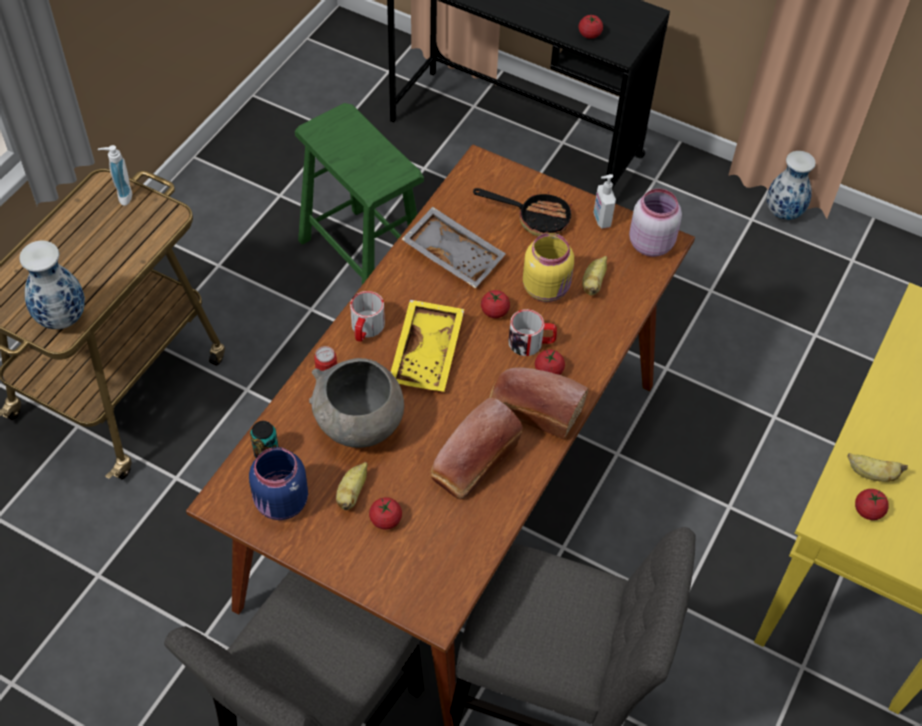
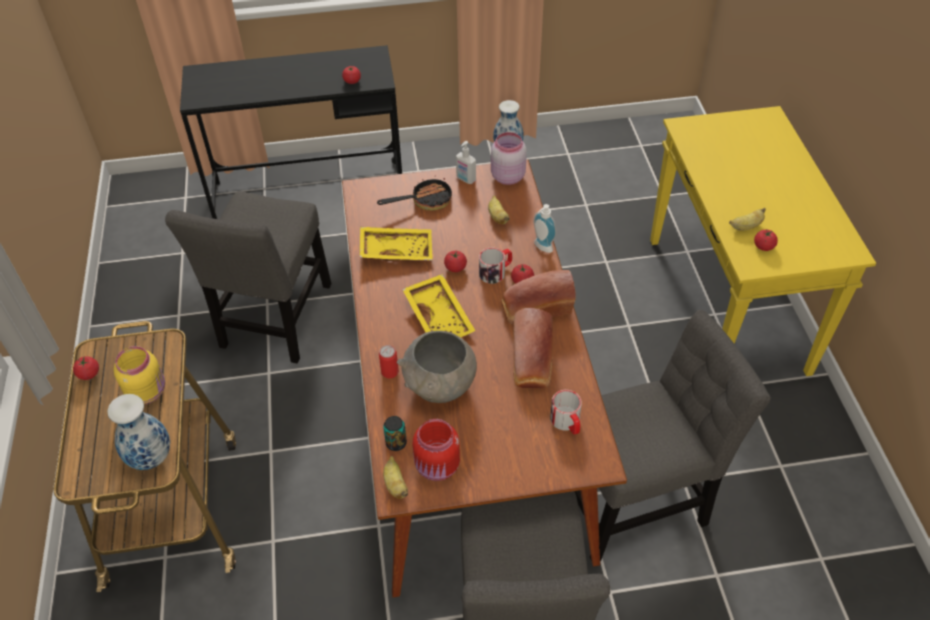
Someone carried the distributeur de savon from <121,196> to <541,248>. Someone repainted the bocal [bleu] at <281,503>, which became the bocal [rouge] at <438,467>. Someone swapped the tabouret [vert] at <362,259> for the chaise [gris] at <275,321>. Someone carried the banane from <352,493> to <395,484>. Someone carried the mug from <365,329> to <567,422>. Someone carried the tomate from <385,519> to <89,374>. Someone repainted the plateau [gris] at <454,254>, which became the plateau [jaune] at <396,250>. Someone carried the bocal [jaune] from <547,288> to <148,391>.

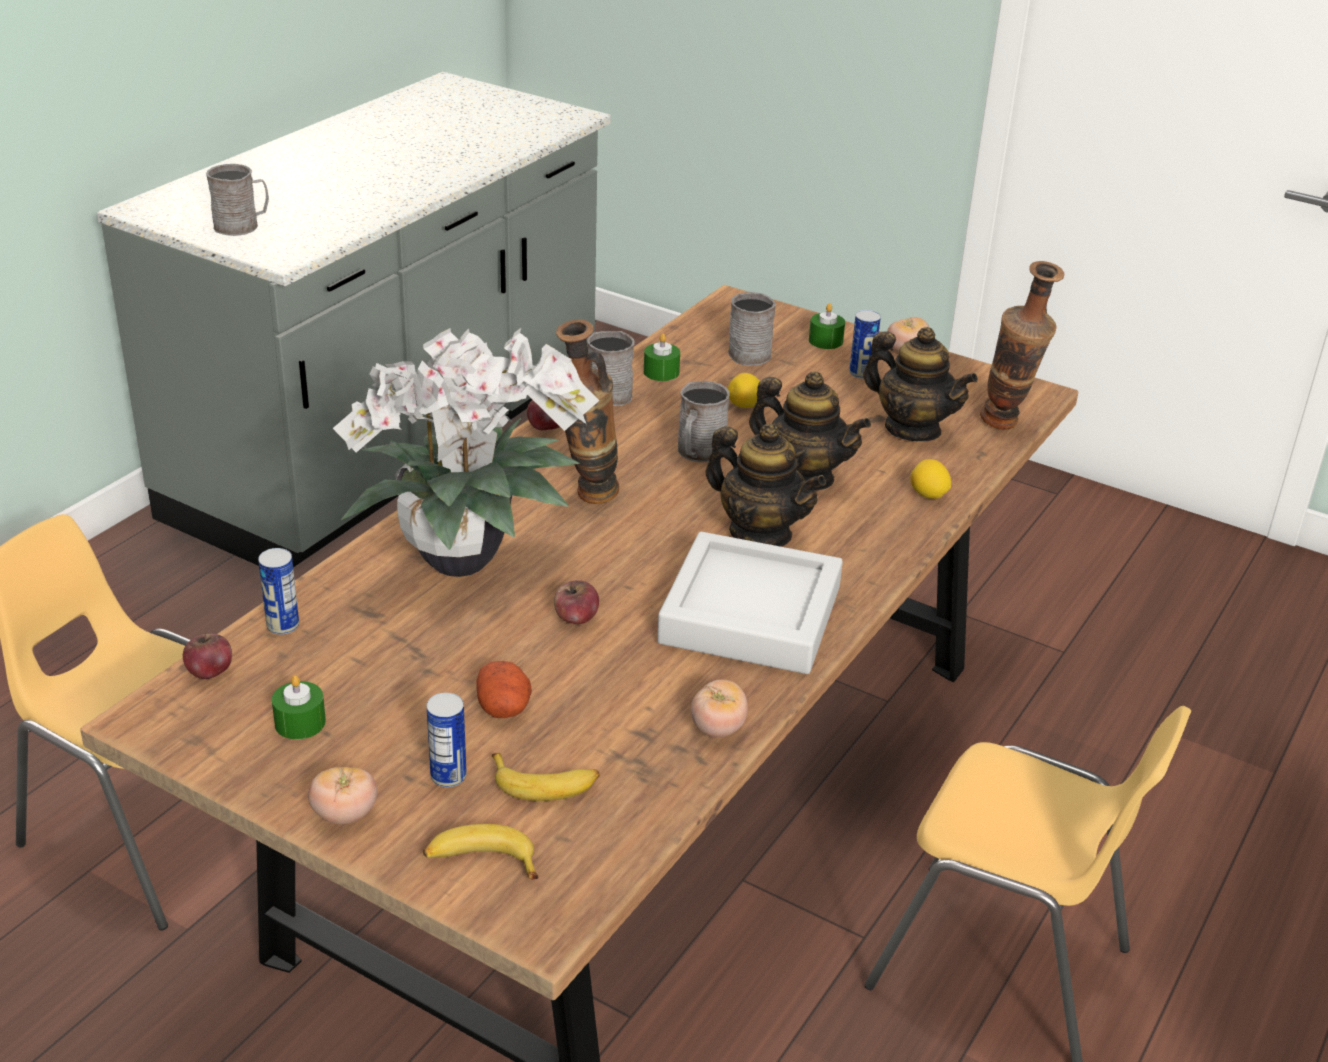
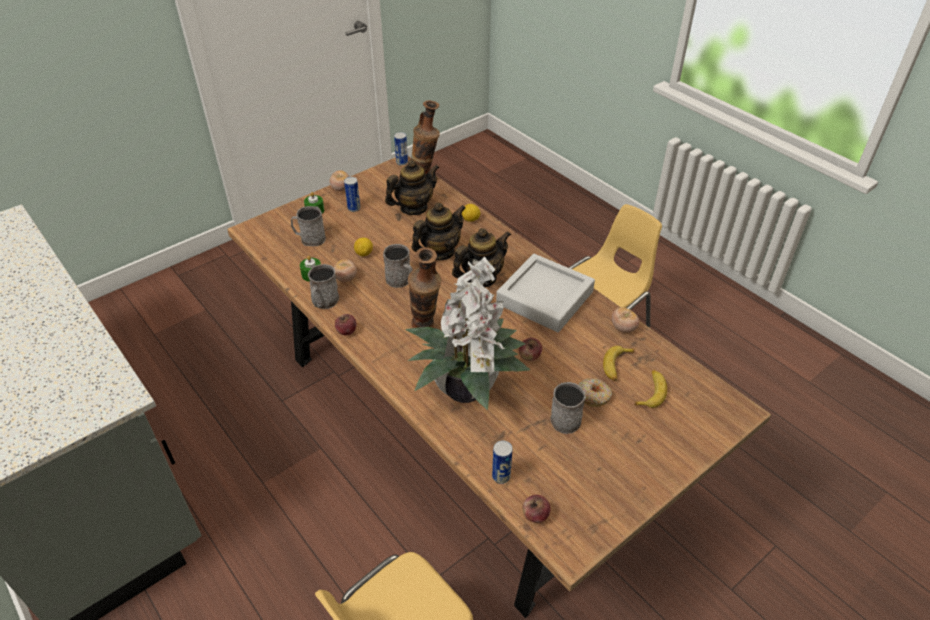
Someone carried the mug [gris] from <242,226> to <564,417>. Someone took away the bougie [vert] at <300,722>. Someone carried the tomate from <345,815> to <346,278>. Someone carried the banane from <481,861> to <617,366>. Someone carried the boîte métallique from <448,776> to <402,162>. Someone swapped the pomme de terre at <504,707> for the beignet at <593,396>.

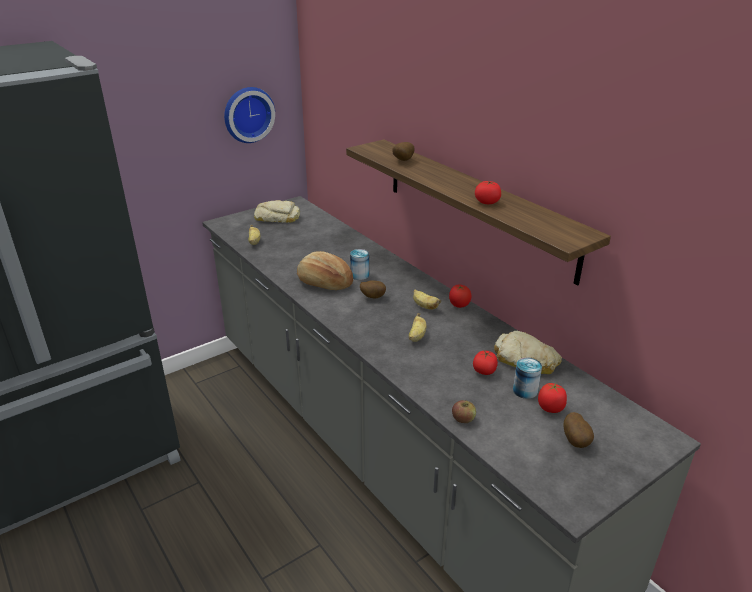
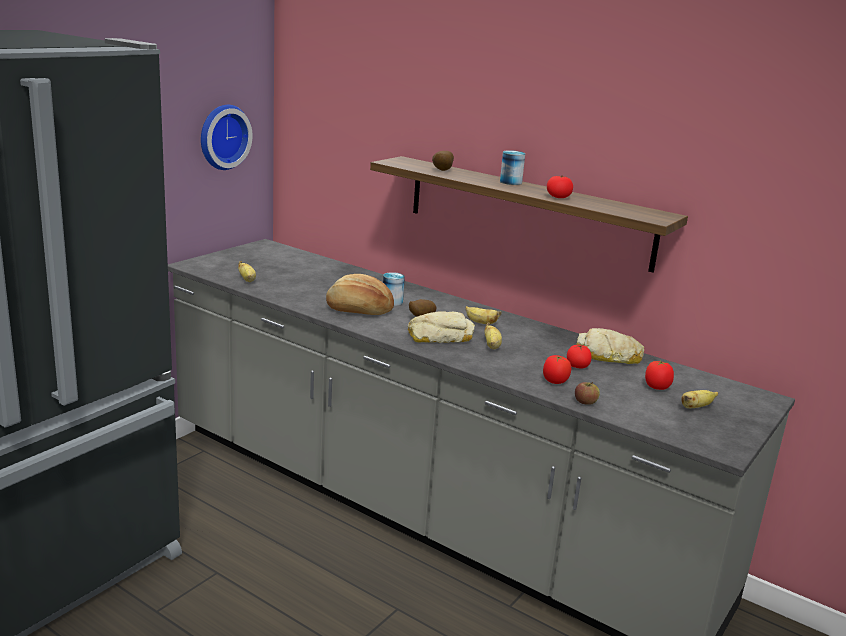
Someone carried the pain from <277,217> to <440,336>. Someone carried the tomate from <459,305> to <555,381>. Someone carried the boîte métallique from <525,390> to <510,182>. Someone swapped the pomme de terre at <576,441> for the banane at <696,407>.

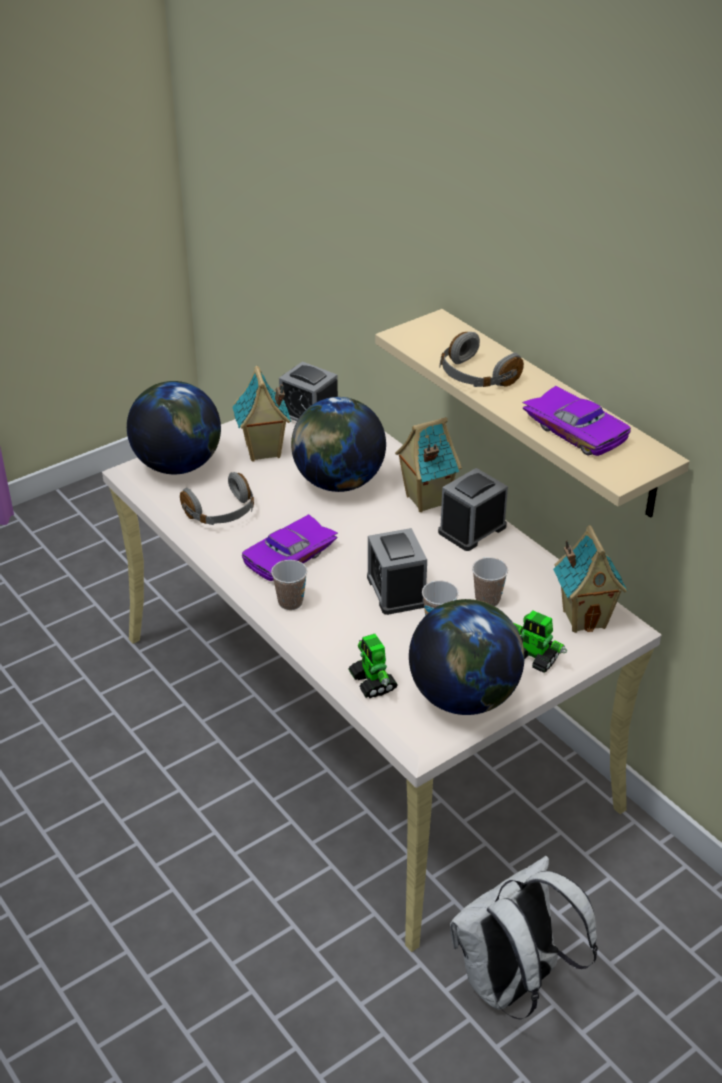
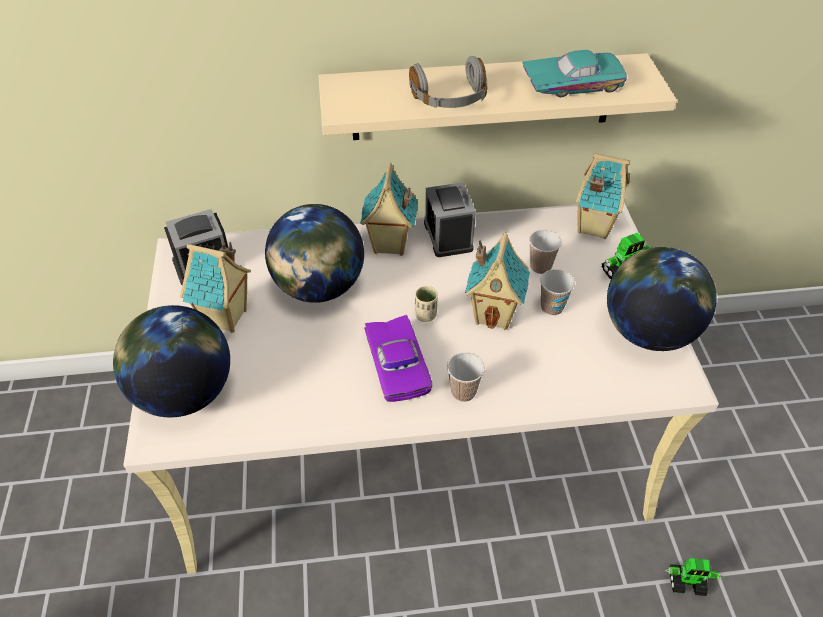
Someone took away the casque audio [gris] at <221,513>. Someone carried the robot jouet from <373,683> to <687,582>. Someone swapped the réveil at <396,591> for the maison miniature at <494,314>. Someone took away the sac à dos [blanc] at <512,984>. Someone repainted the petite voiture [violet] at <577,429>, which became the petite voiture [turquoise] at <571,82>. Someone put down the tasse [beige] at <425,315>.

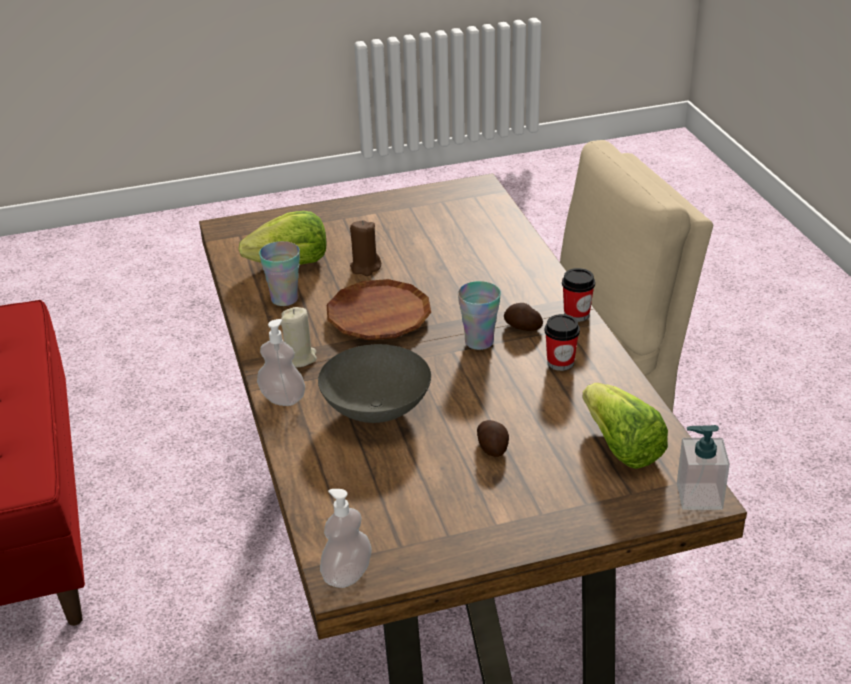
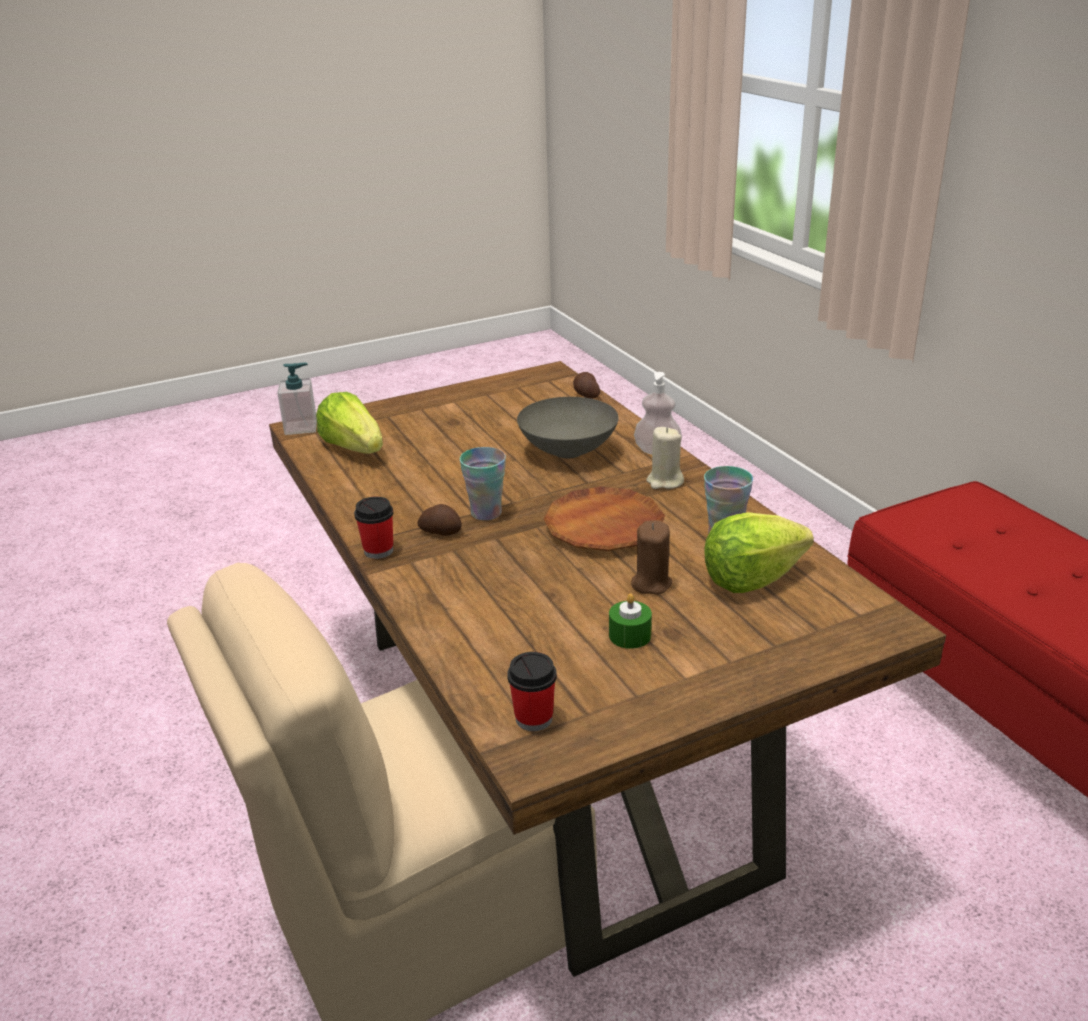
Someone took away the distributeur de savon at <347,575>. Someone carried the pomme de terre from <492,447> to <586,395>. Someone carried the tasse from <560,362> to <534,718>. Someone put down the bougie [vert] at <630,635>.

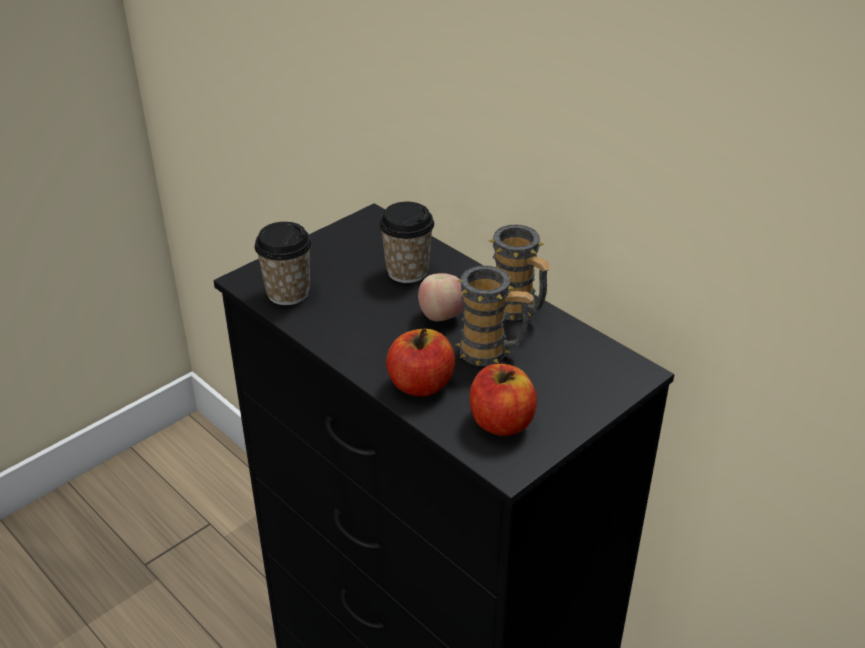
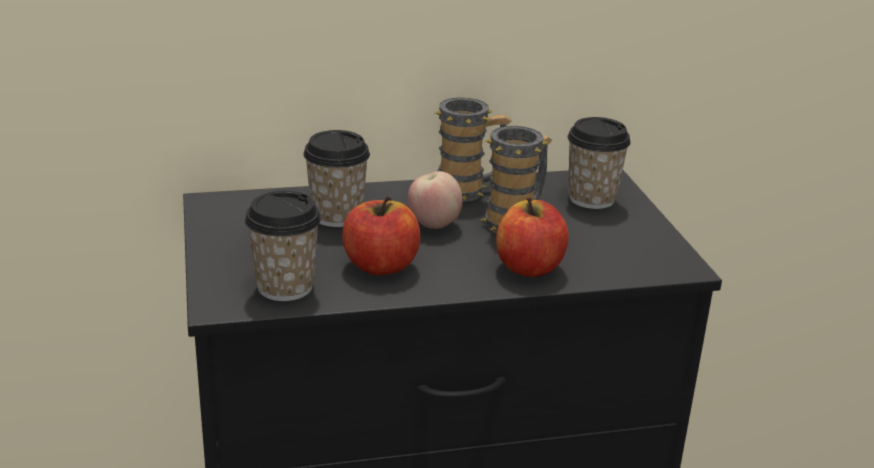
Someone carried the pomme from <501,422> to <380,266>. Someone put down the tasse at <591,198>.

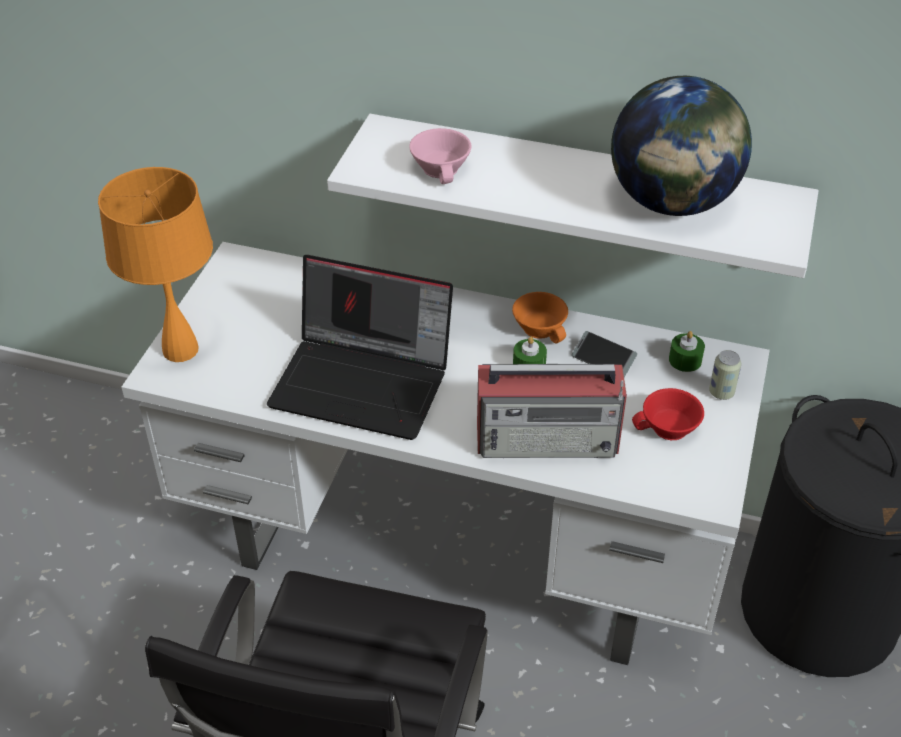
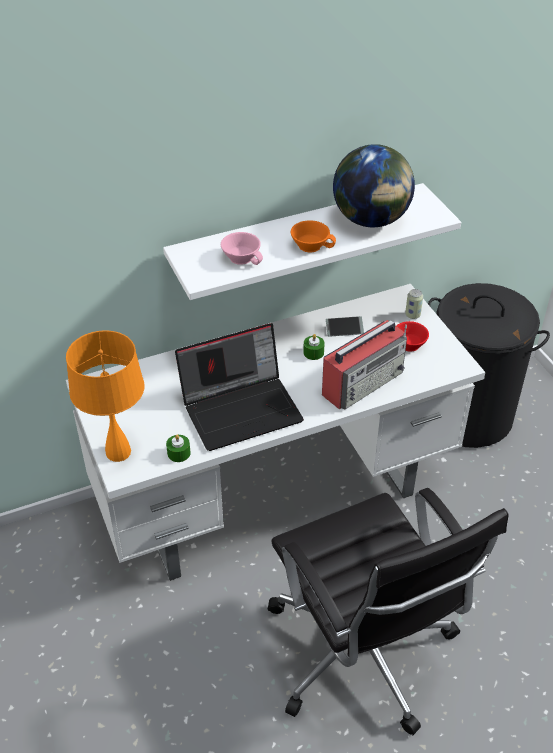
Someone carried the tasse [orange] from <542,328> to <311,245>. Someone carried the bougie [vert] from <685,360> to <179,453>.

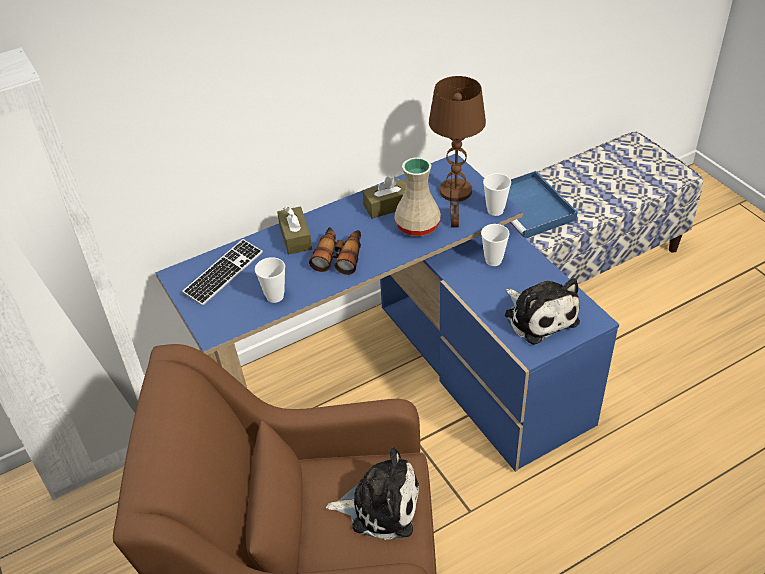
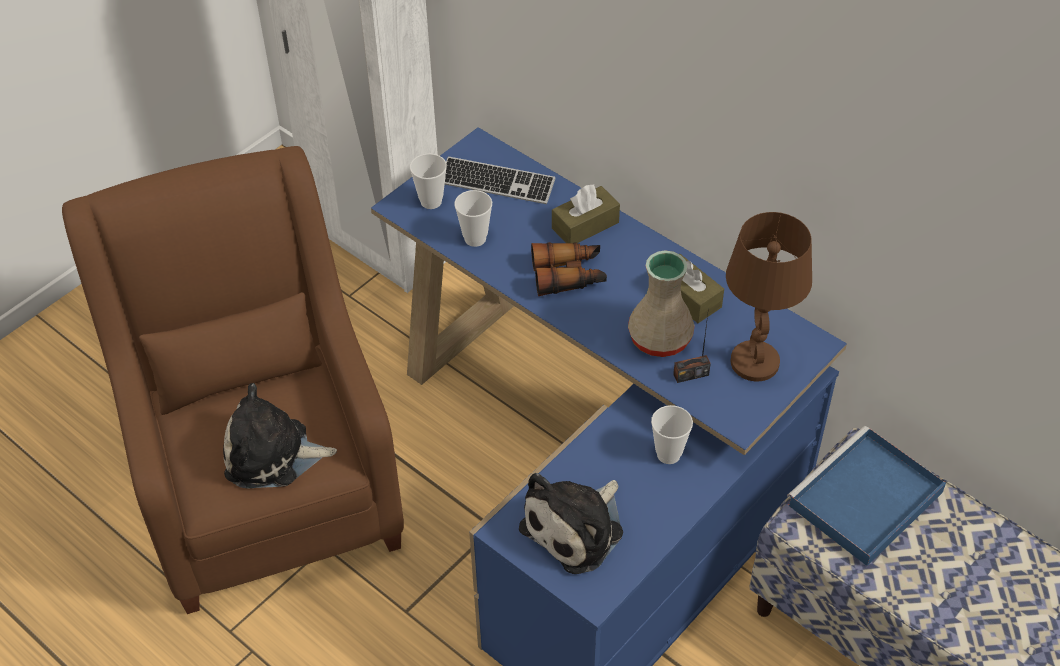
Someone rotated the peluche at <380,505> by 105 degrees clockwise. Someone carried the tasse from <495,210> to <431,201>.

